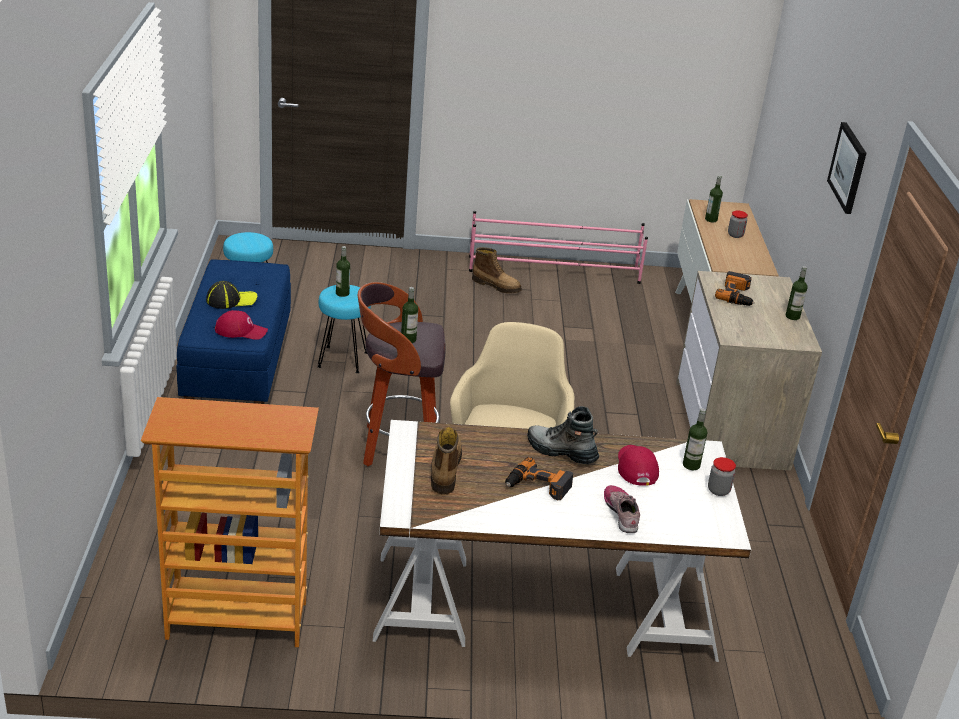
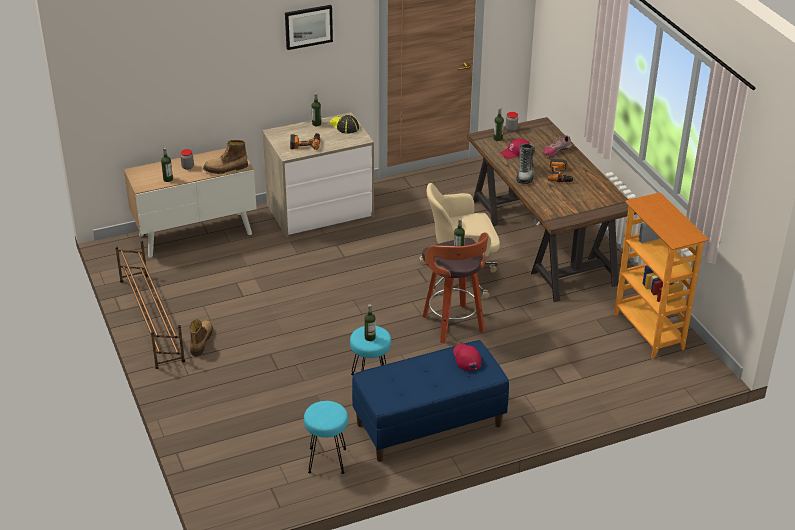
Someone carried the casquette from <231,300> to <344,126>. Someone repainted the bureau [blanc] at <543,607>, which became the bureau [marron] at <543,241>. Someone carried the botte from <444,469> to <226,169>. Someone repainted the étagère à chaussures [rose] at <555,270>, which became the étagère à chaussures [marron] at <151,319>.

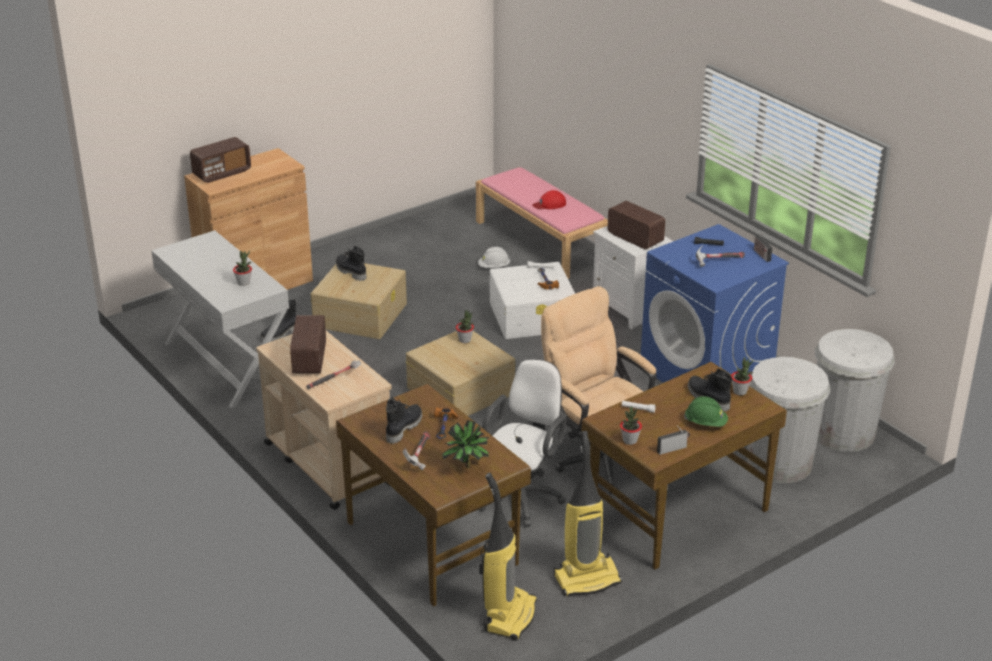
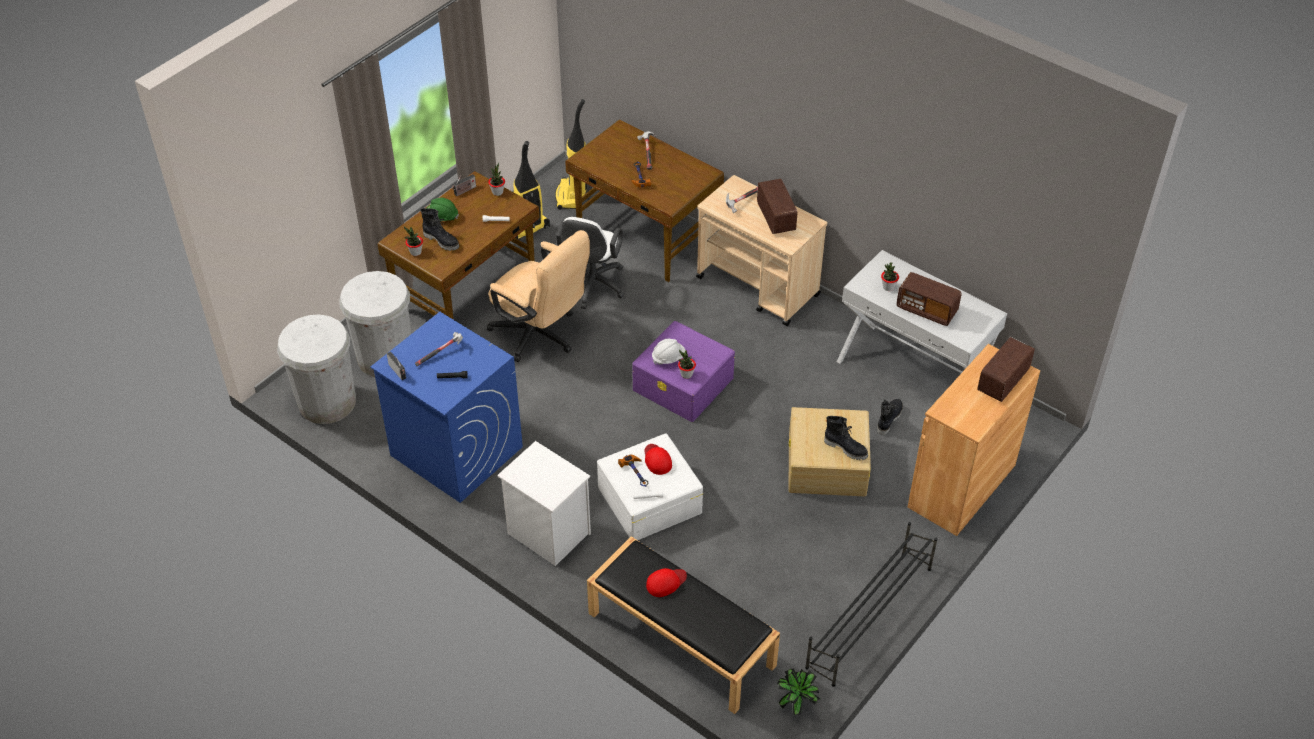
Someone took away the botte [noir] at <403,428>. Someone repainted the boîte de rangement [beige] at <460,390>, which became the boîte de rangement [violet] at <683,384>. Someone carried the plante en pot from <466,469> to <796,703>. Someone repainted the banc [rose] at <541,242>, which became the banc [noir] at <680,639>. Someone carried the casque de chantier [blanc] from <494,267> to <668,358>. Someone carried the radio from <635,238> to <926,310>. Someone put down the casquette [rouge] at <657,460>. Someone put down the étagère à chaussures [noir] at <868,617>.

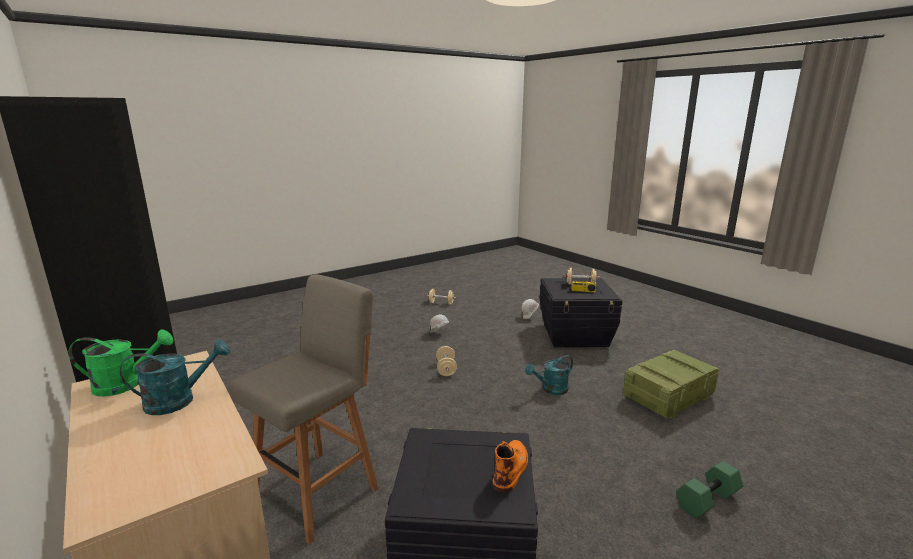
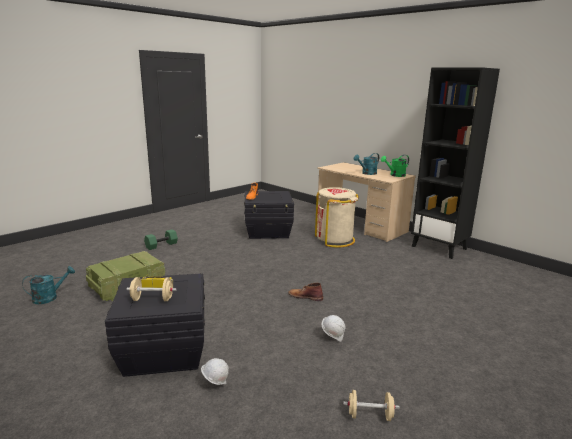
Someone swapped the tabouret [gris] at <319,490> for the poubelle [beige] at <335,240>. Someone swapped the haltère [beige] at <446,369> for the botte [marron] at <305,296>. Someone carried the arrosoir [turquoise] from <551,390> to <49,297>.

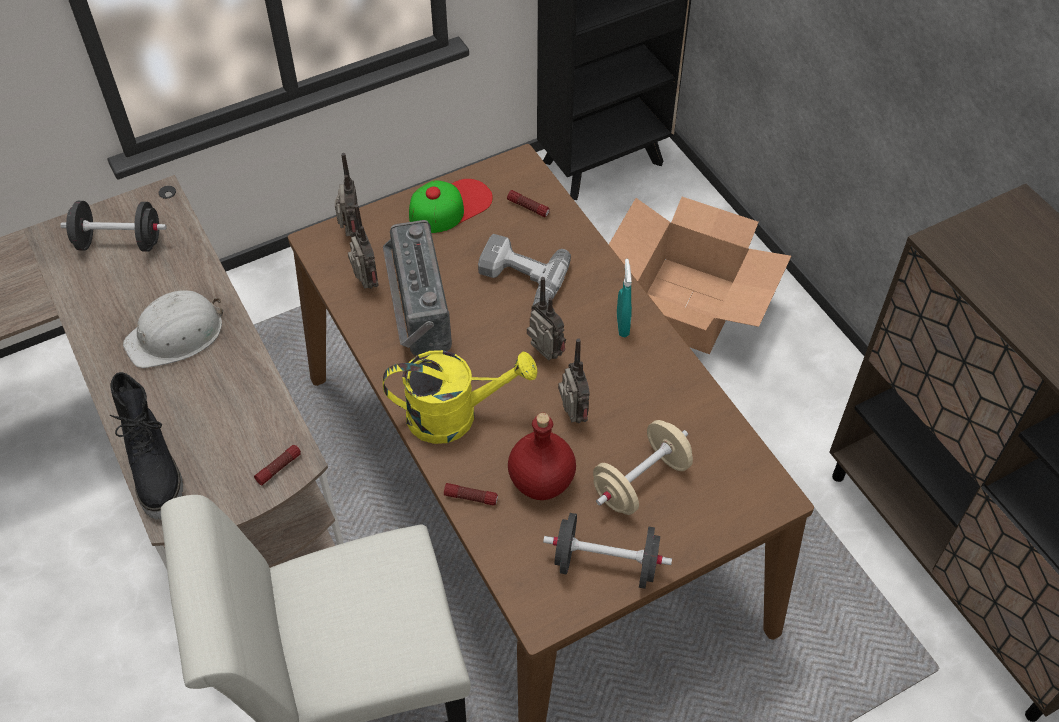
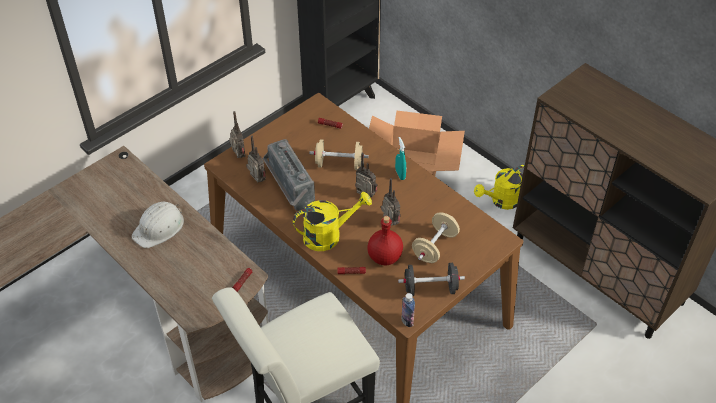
Someone took away the haltère [noir] at <120,242>. Someone took away the botte [noir] at <156,470>. Someone took away the casquette at <450,206>. Someone swapped the perceuse at <519,283> for the haltère [beige] at <339,164>. Someone put down the bouteille at <407,321>. Someone put down the arrosoir [jaune] at <501,201>.

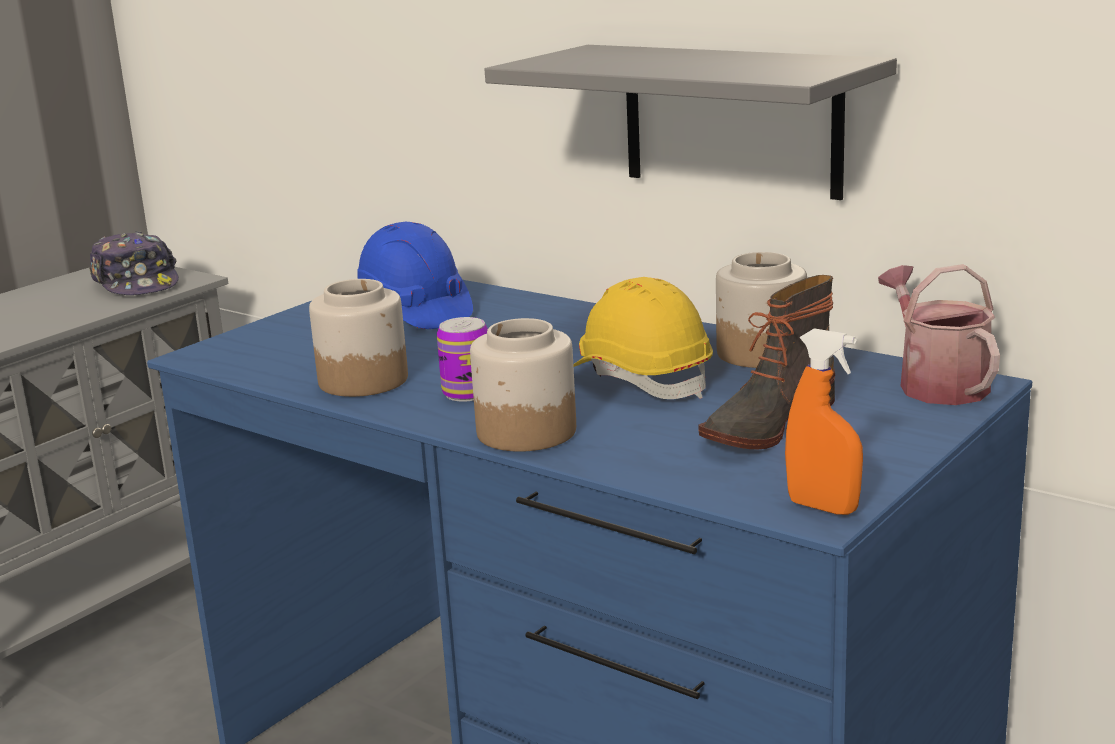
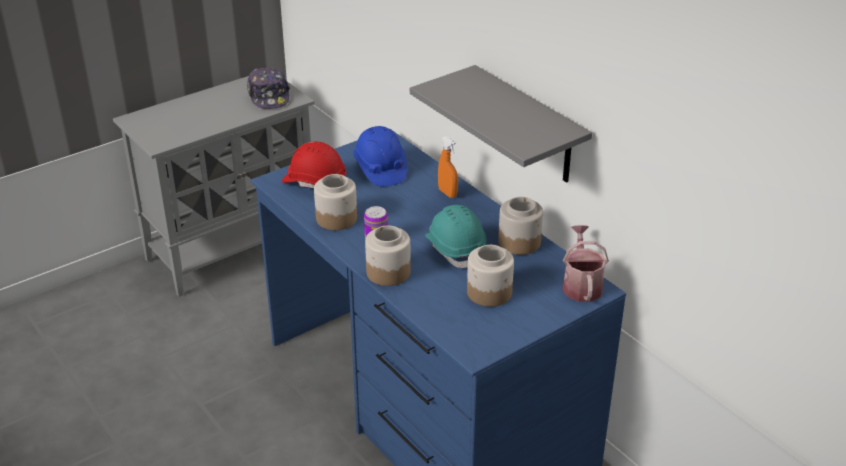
Someone repainted the casque de chantier [jaune] at <641,379>, which became the casque de chantier [turquoise] at <455,248>. Someone swapped the botte at <766,423> for the bocal at <490,293>. Someone carried the vaporisateur [orange] from <822,507> to <447,193>. Someone put down the casque de chantier [rouge] at <315,182>.

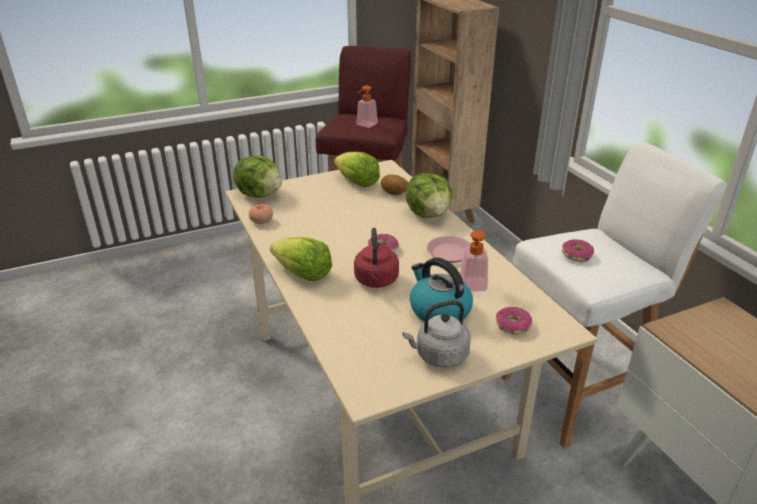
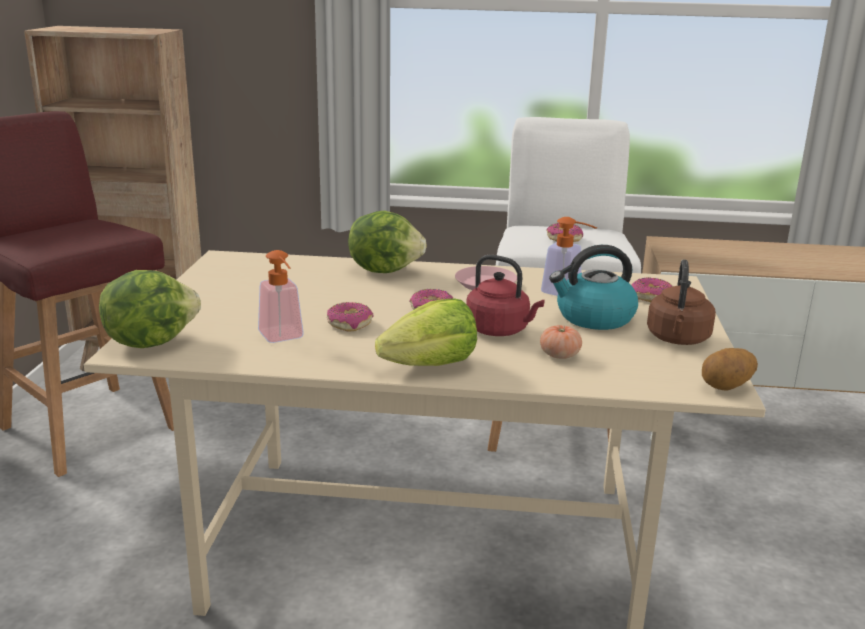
Someone carried the tomate from <261,221> to <559,355>. Someone took away the laitue at <357,182>. Someone carried the distributeur de savon from <365,125> to <283,338>. Someone carried the pomme de terre from <394,194> to <726,387>. Someone repainted the bouilloire [gris] at <439,356>, which became the bouilloire [marron] at <678,339>. Someone put down the beignet at <350,324>.

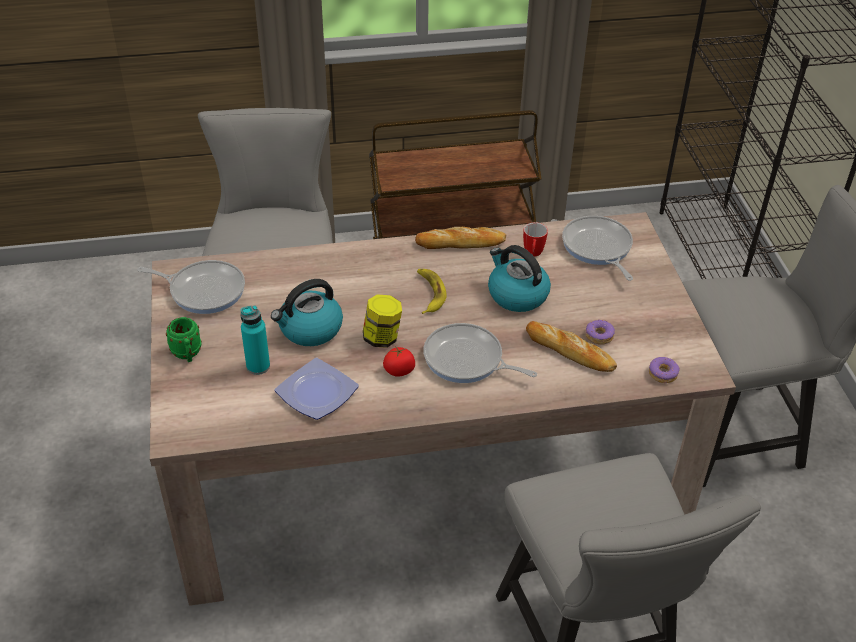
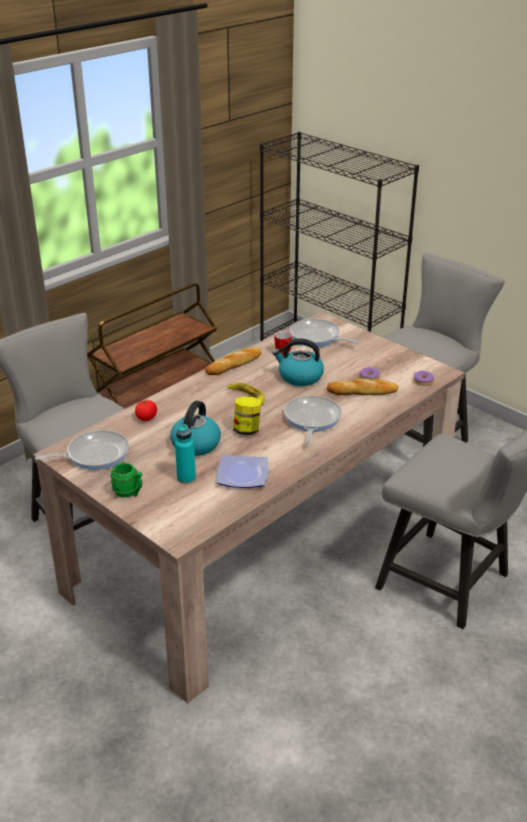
Someone carried the tomate from <399,370> to <146,418>. Someone rotated the poêle at <467,360> by 105 degrees clockwise.

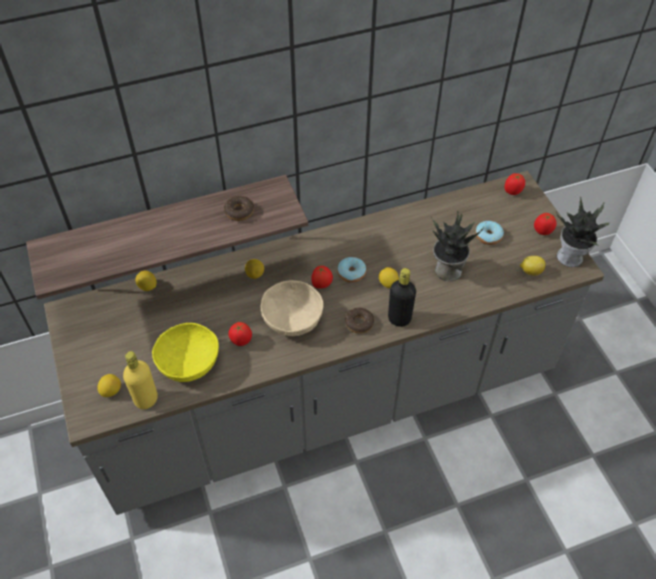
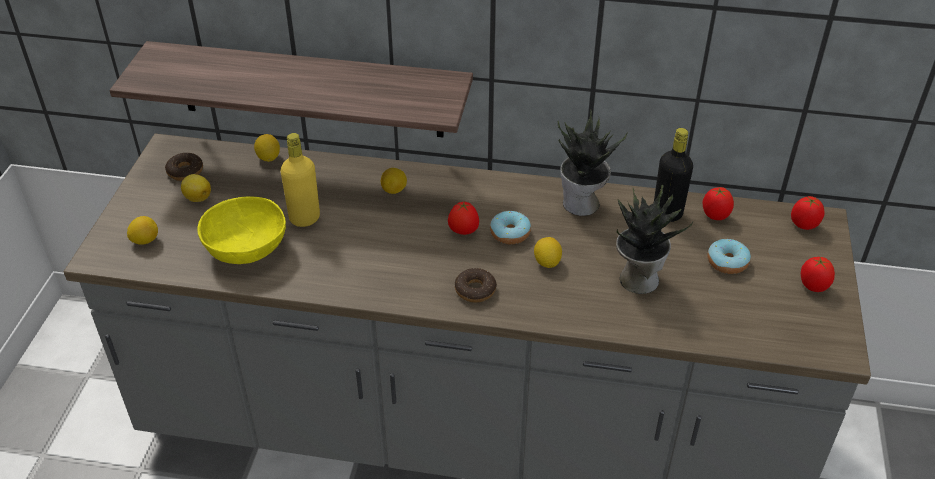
Someone carried the bouteille [jaune] from <146,399> to <304,218>. Someone carried the beignet from <239,211> to <185,171>. Someone carried the tomate from <241,341> to <715,215>. Someone took away the bol [beige] at <292,319>. Someone carried the bouteille [noir] from <399,319> to <667,213>. Someone carried the citron from <530,271> to <197,197>. Someone carried the plante en pot from <571,257> to <582,205>.

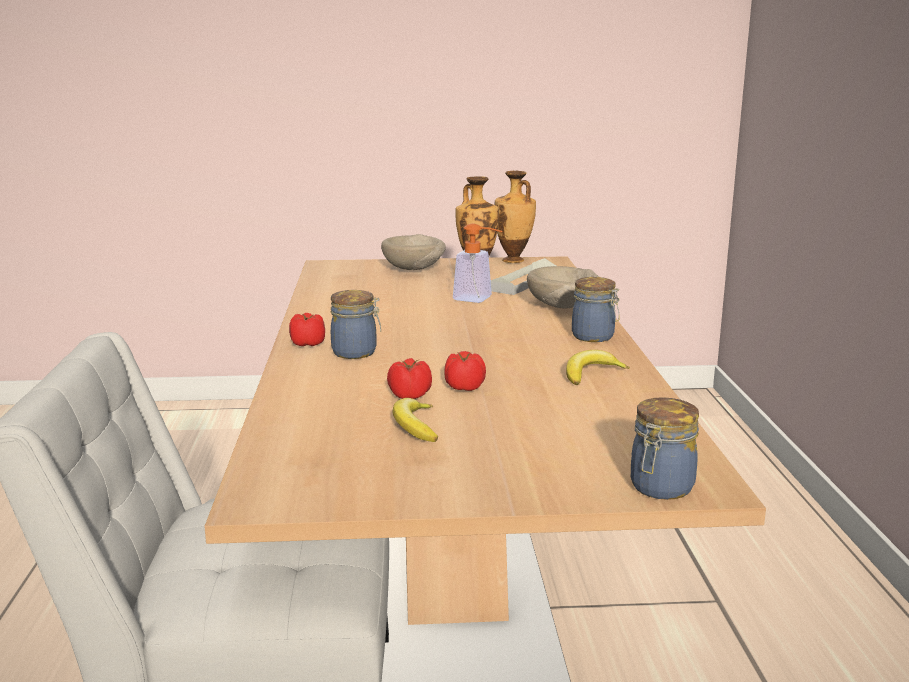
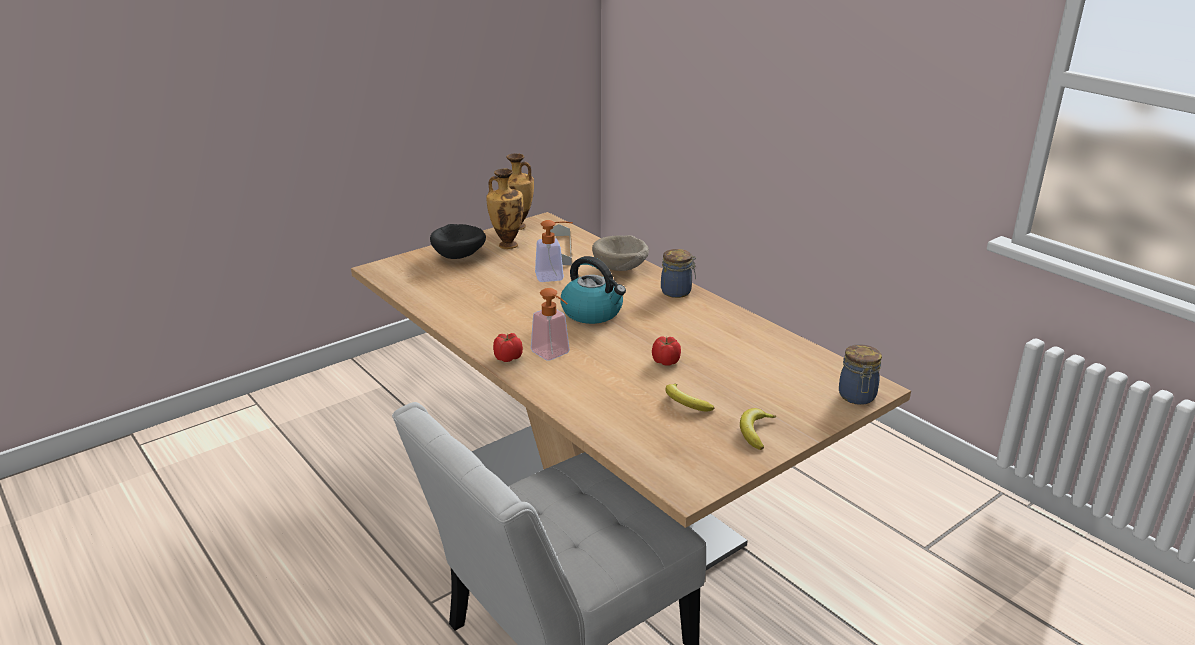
Someone swapped the bocal at <356,353> for the distributeur de savon at <554,355>. Someone repainted the bol [beige] at <415,269>, which became the bol [noir] at <460,256>. Someone took away the tomate at <409,395>. Someone carried the banane from <591,374> to <755,432>. Someone put down the bouilloire at <593,312>.

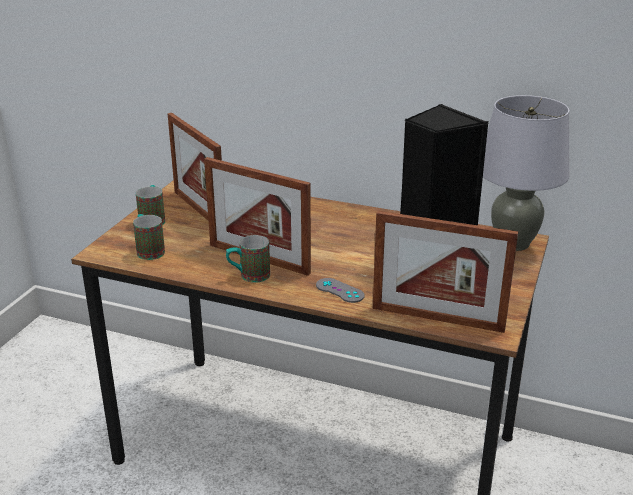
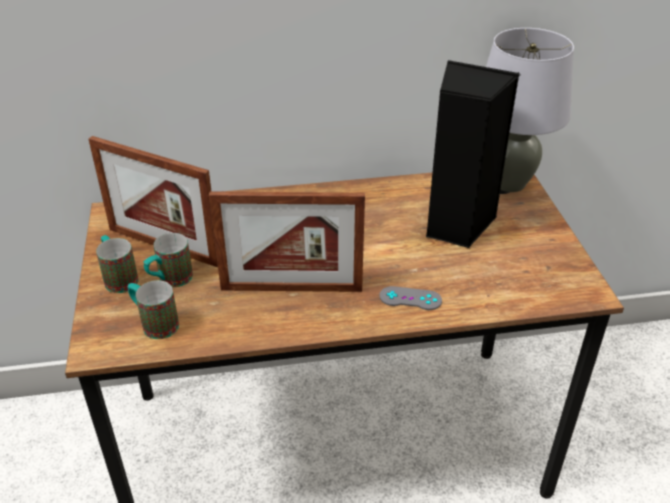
Someone carried the mug from <248,276> to <170,280>. Someone took away the cadre photo at <437,318>.

